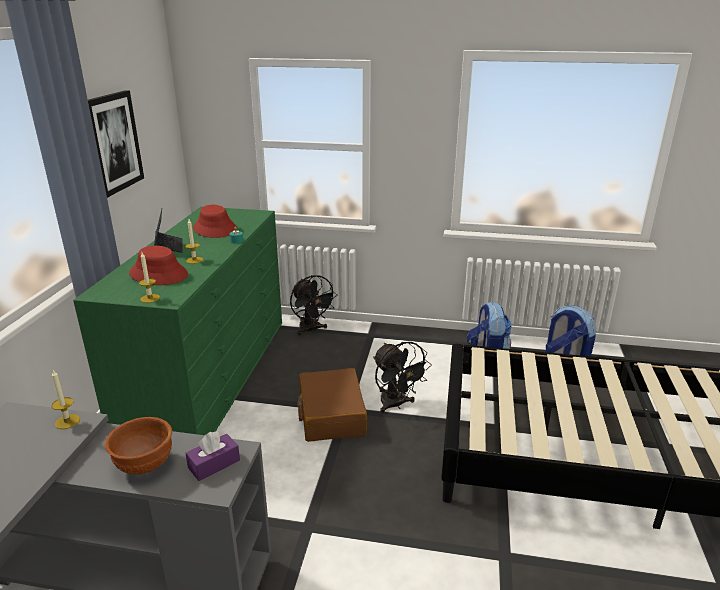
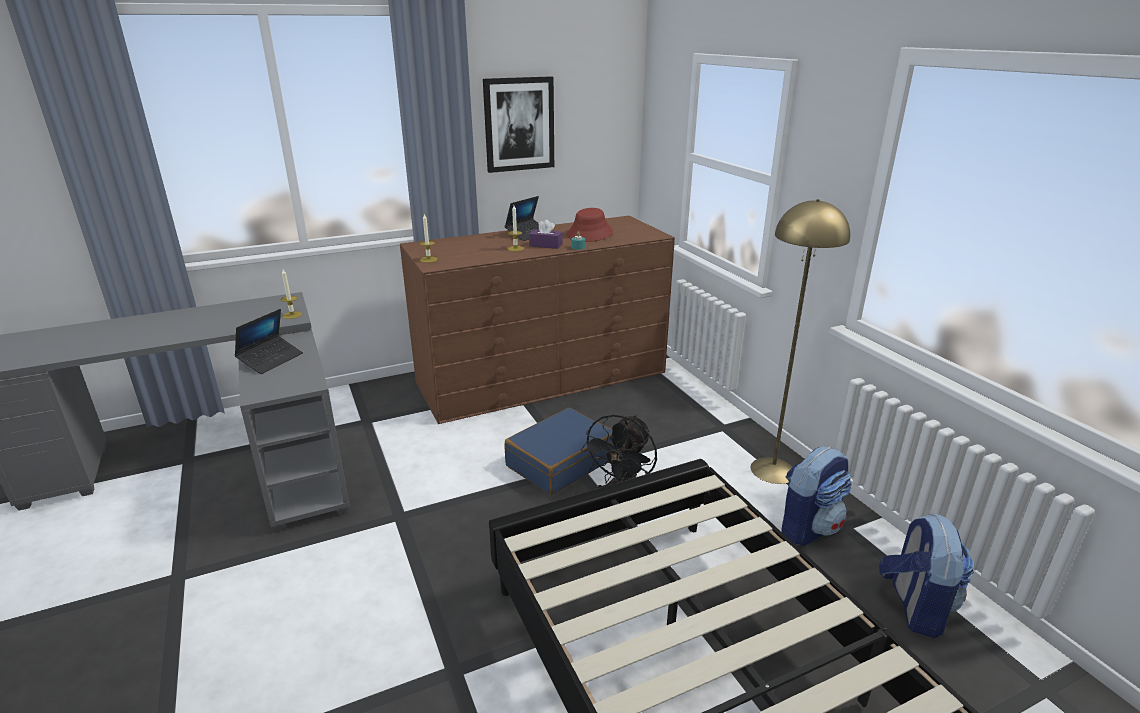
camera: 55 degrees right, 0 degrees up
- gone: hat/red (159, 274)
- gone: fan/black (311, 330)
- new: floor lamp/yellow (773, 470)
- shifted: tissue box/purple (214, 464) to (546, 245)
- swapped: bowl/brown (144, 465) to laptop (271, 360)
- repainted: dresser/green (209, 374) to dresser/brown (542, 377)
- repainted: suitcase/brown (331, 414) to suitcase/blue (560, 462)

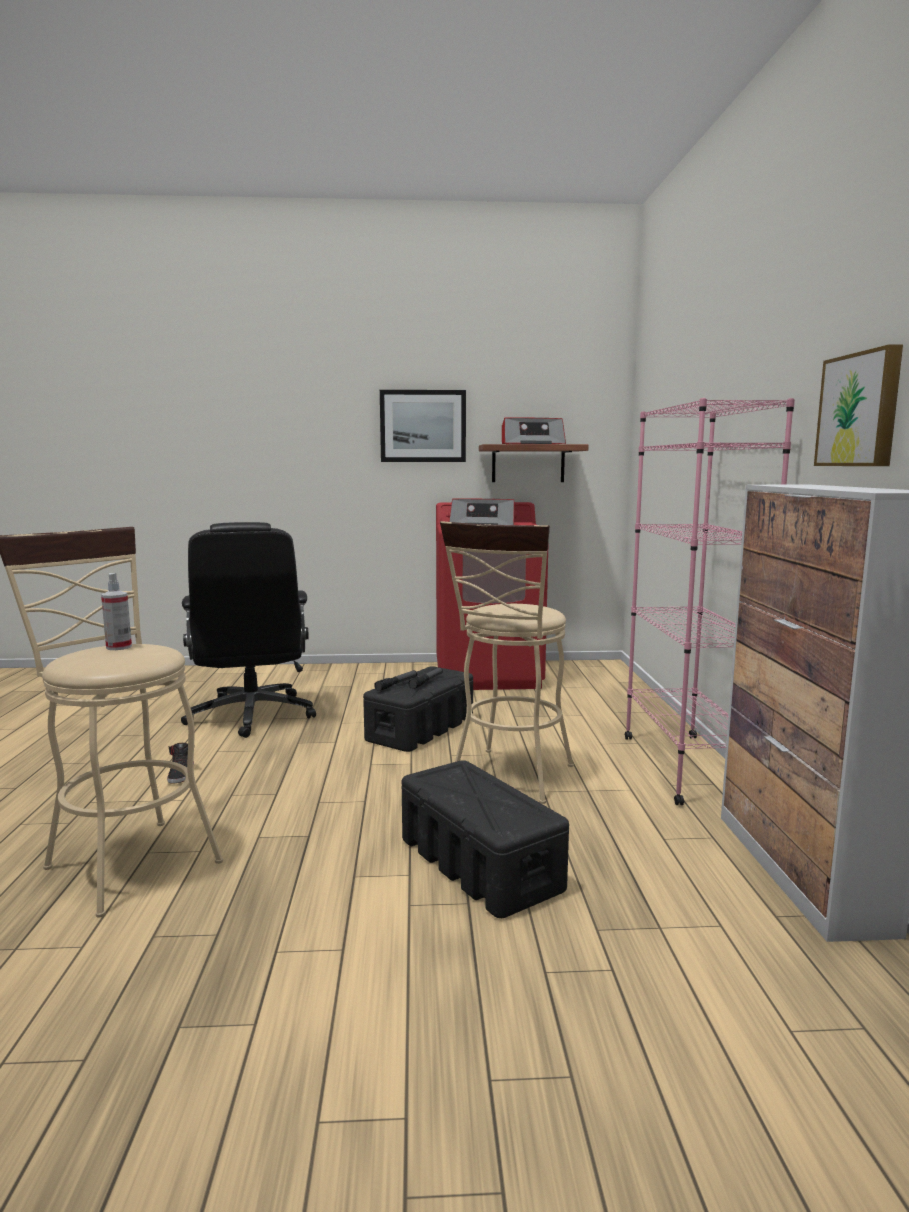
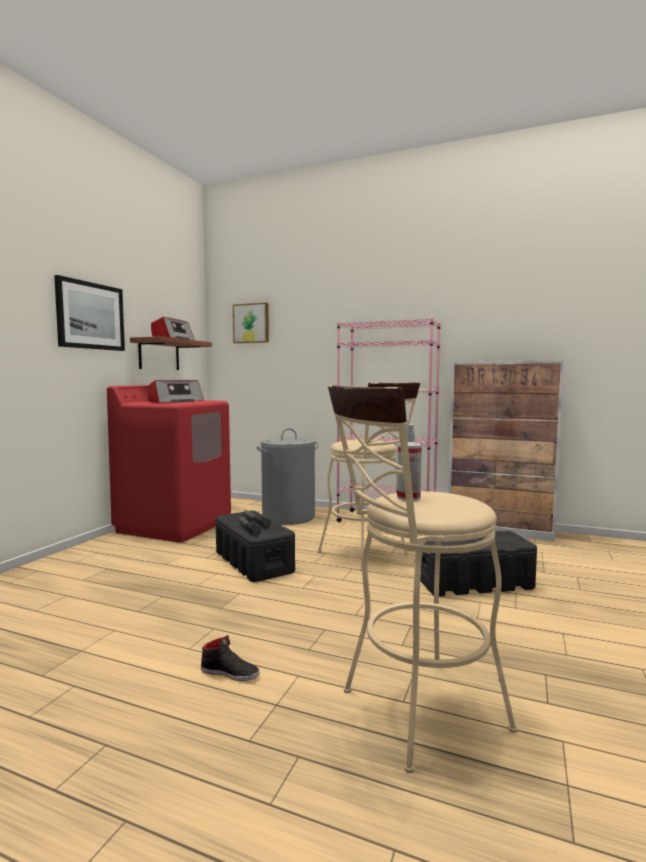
camera: 65 degrees left, 5 degrees down
- gone: office chair/black (252, 716)
- new: laundry basket/grey (288, 517)
- shifted: picture (861, 410) to (251, 323)

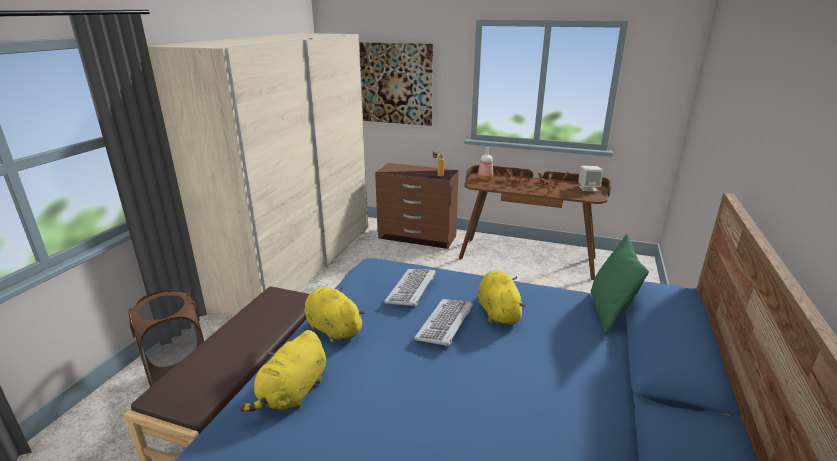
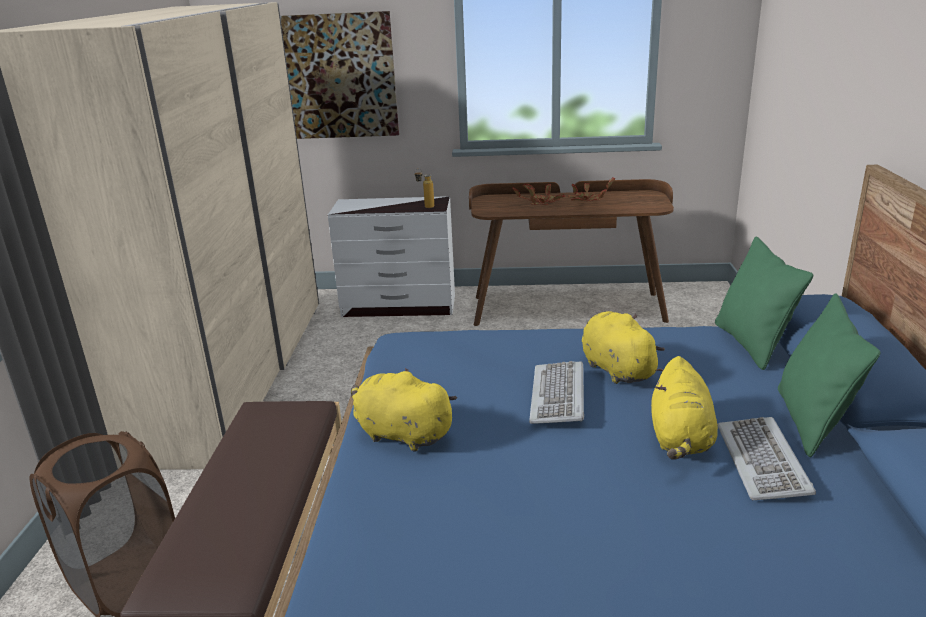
camera: 15 degrees left, 0 degrees up
- gone: bottle (484, 178)
- gone: speaker/beige (588, 188)
- new: pillow/green (812, 422)
- shifted: plush toy/yellow (292, 393) to (680, 439)
- shifted: keyboard (411, 289) to (763, 462)
- repainted: dresser/brown (417, 237) to dresser/white (399, 306)

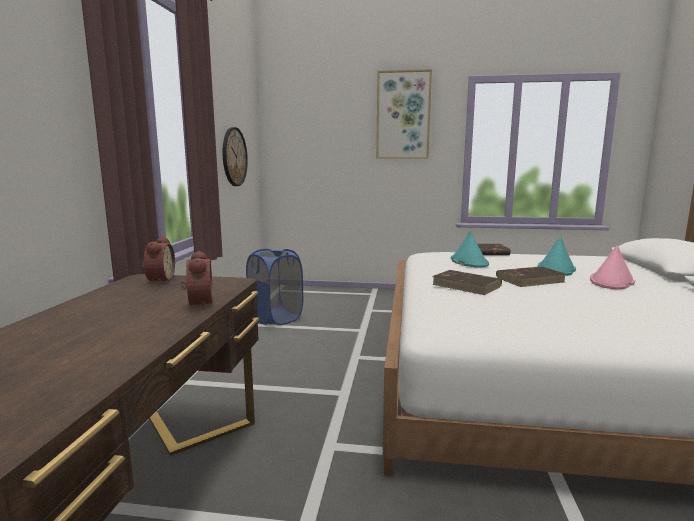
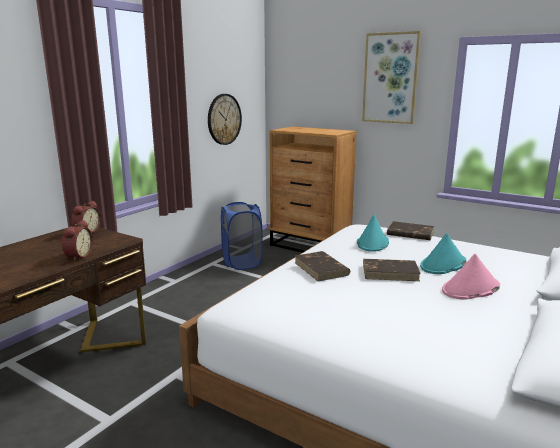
camera: 25 degrees right, 5 degrees up
- new: dresser/brown (310, 246)

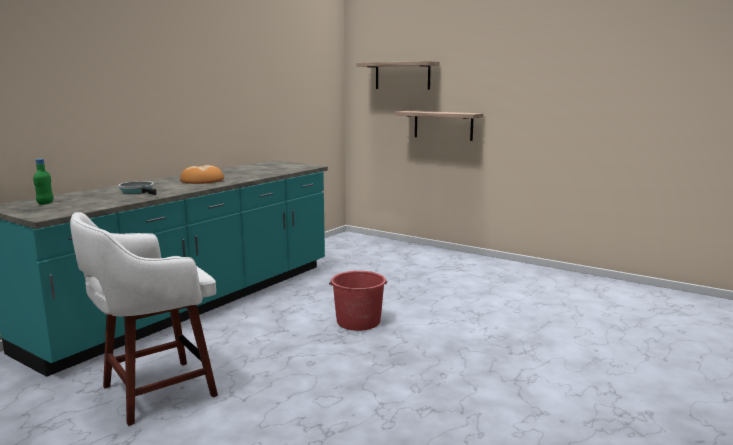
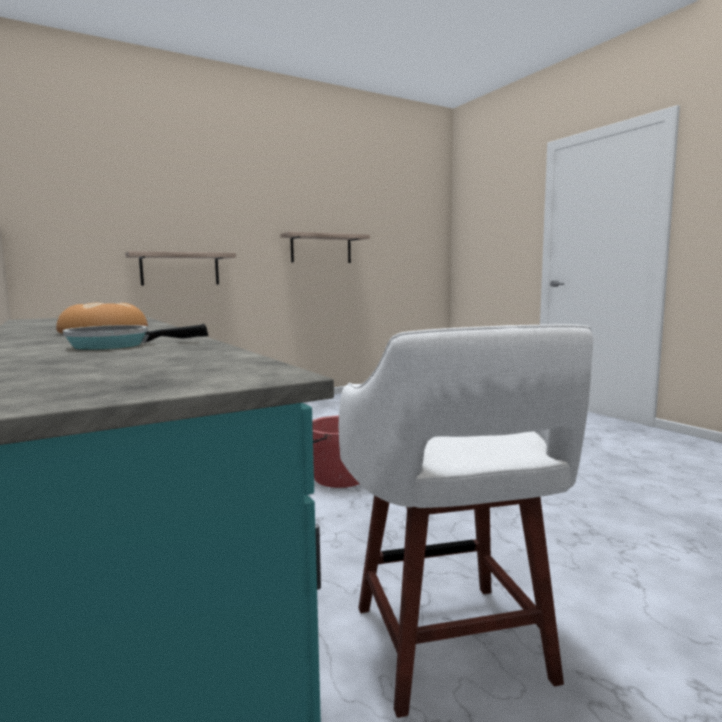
camera: 65 degrees left, 5 degrees down
- gone: bottle/green (45, 203)
- shifted: shelf (402, 75) to (321, 249)

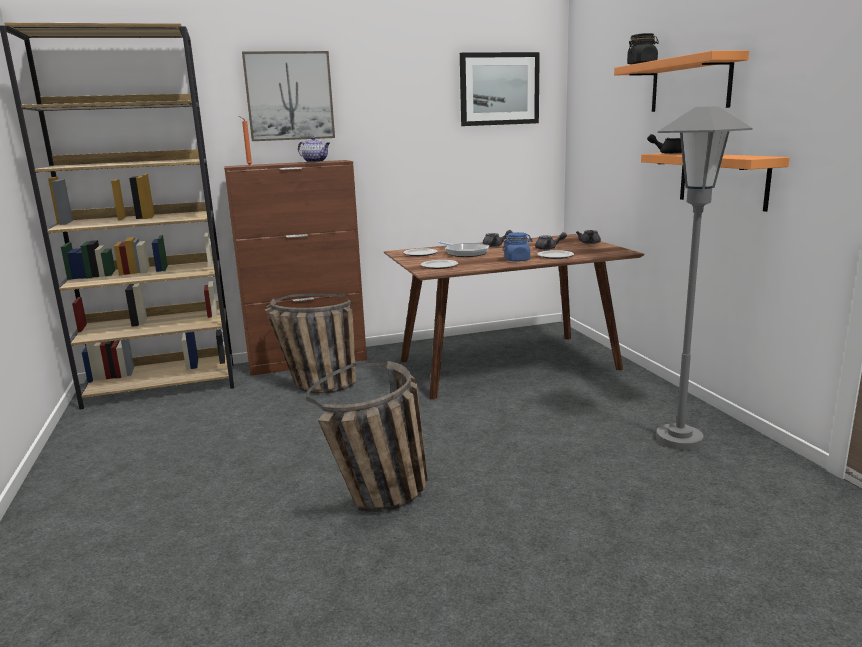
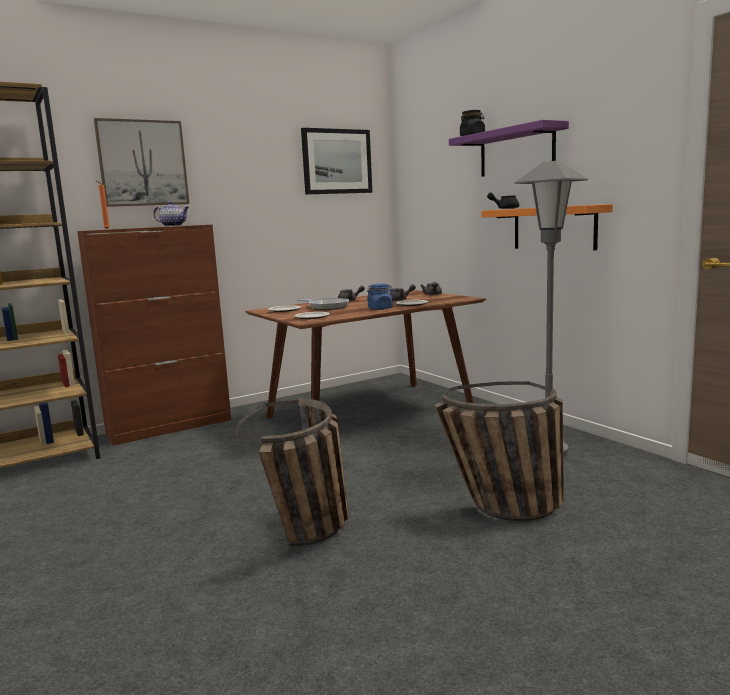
camera: 15 degrees left, 5 degrees down
- shifted: basket (311, 385) to (501, 510)
- repainted: shelf/orange (690, 84) to shelf/purple (516, 151)

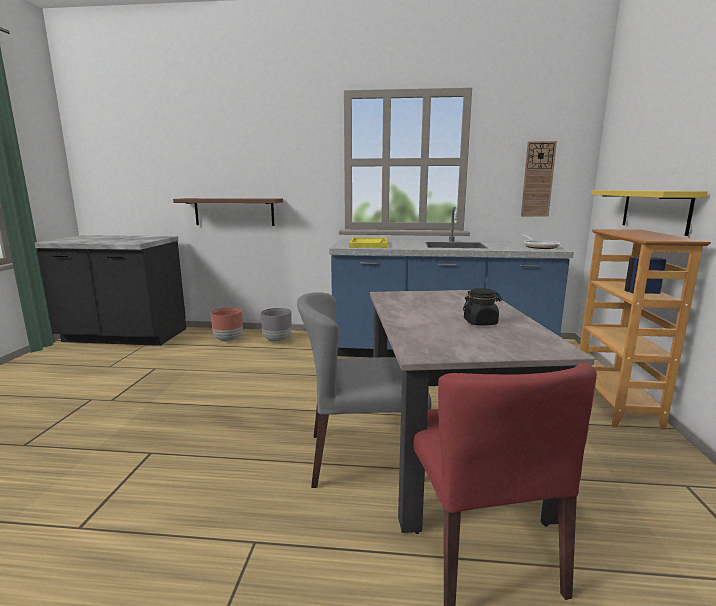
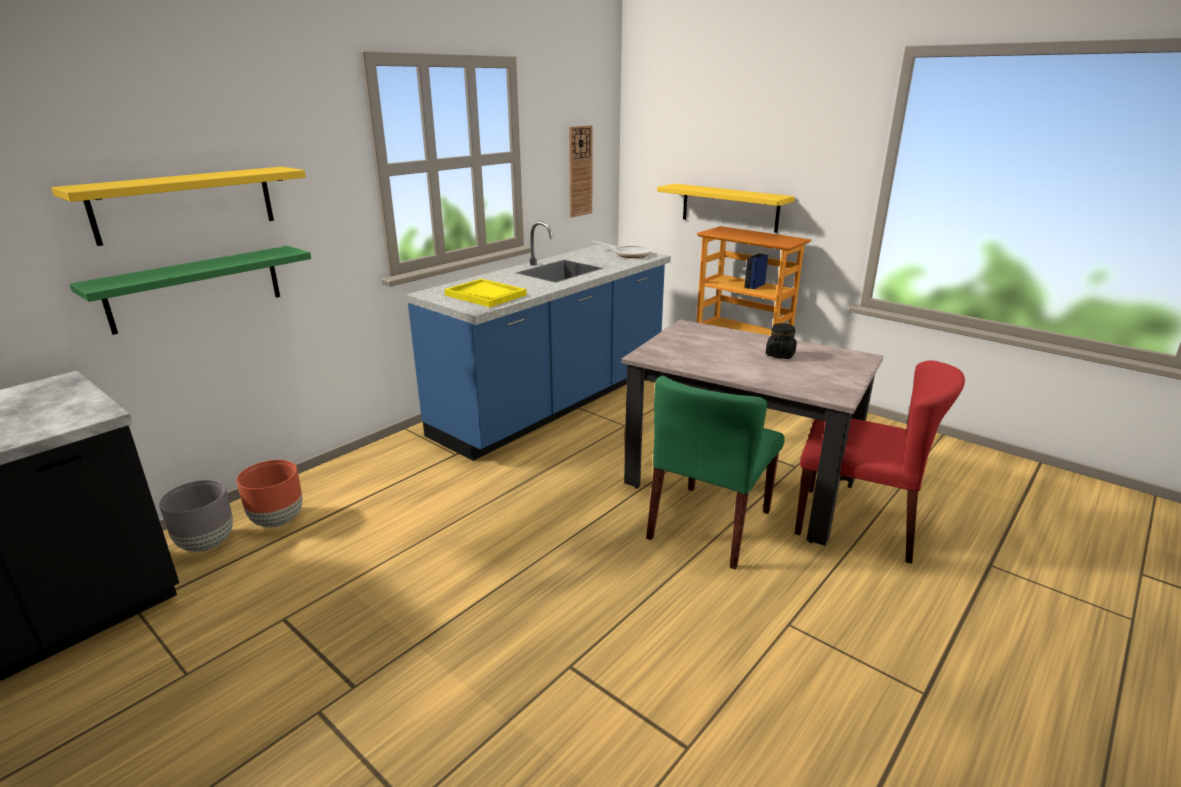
camera: 55 degrees left, 10 degrees up
- new: shelf/yellow (185, 204)
- shifted: planter/grey (277, 340) to (206, 543)
- repainted: shelf/brown (234, 212) to shelf/green (196, 288)
- repainted: chair/grey (362, 457) to chair/green (709, 525)

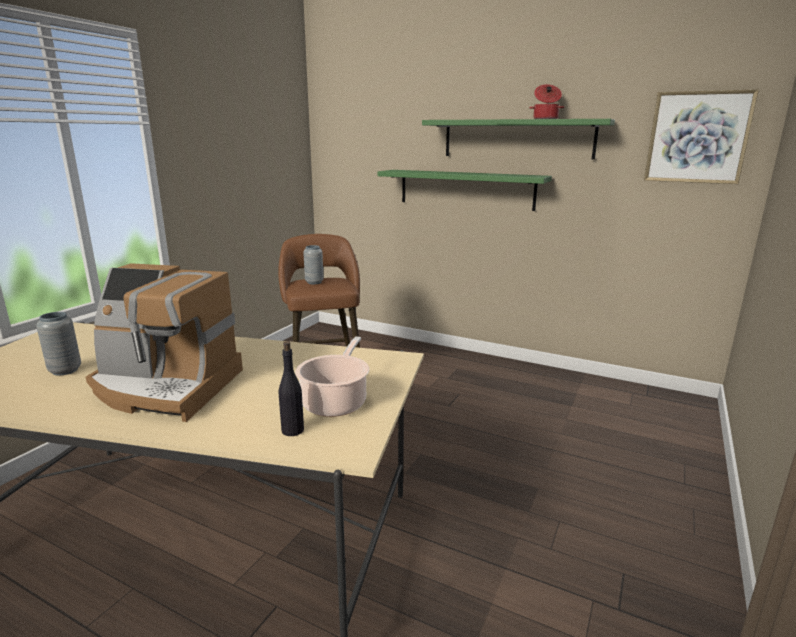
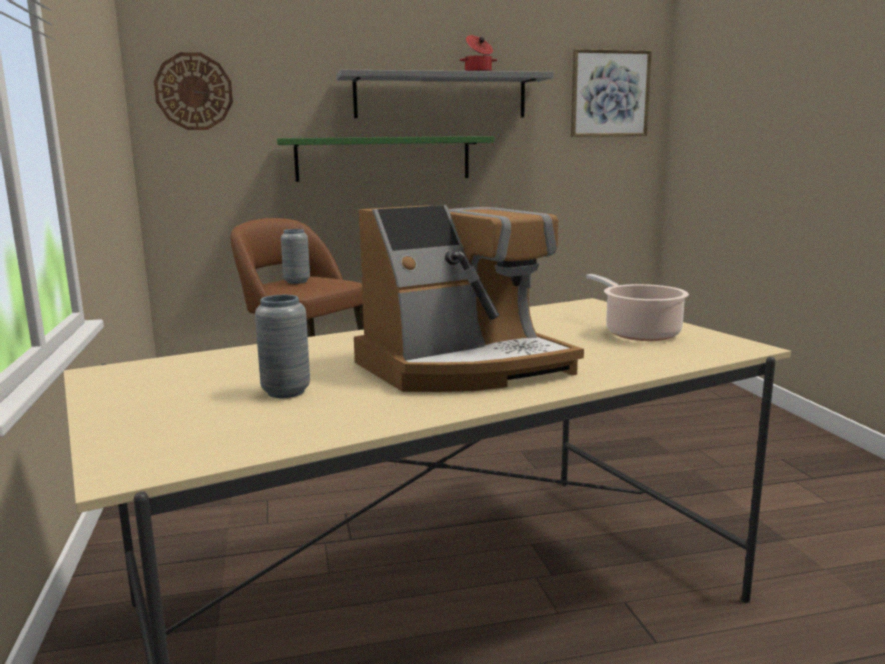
camera: 40 degrees left, 5 degrees down
- gone: bottle/black (293, 430)
- new: wall clock (194, 91)
- repainted: shelf/green (517, 139) to shelf/grey (440, 96)

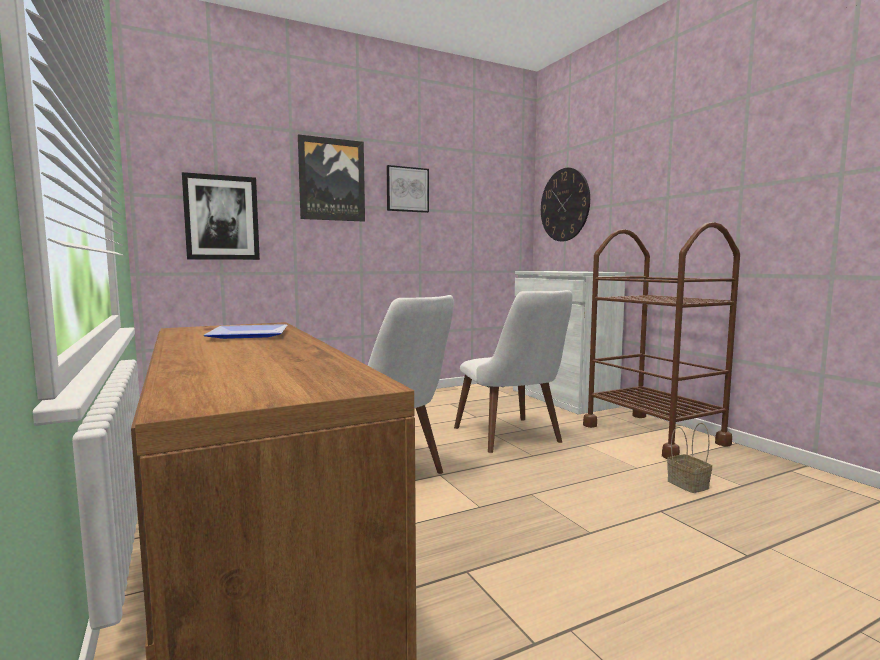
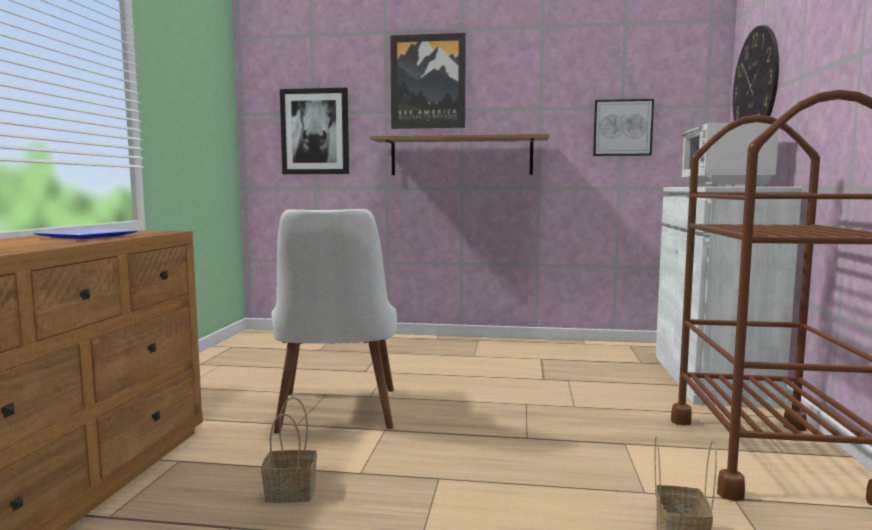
camera: 35 degrees right, 0 degrees up
- gone: chair/white (514, 438)
- new: basket (292, 492)
- new: shelf (461, 156)
- new: microwave/white (723, 186)
- shifted: picture (407, 189) to (622, 128)

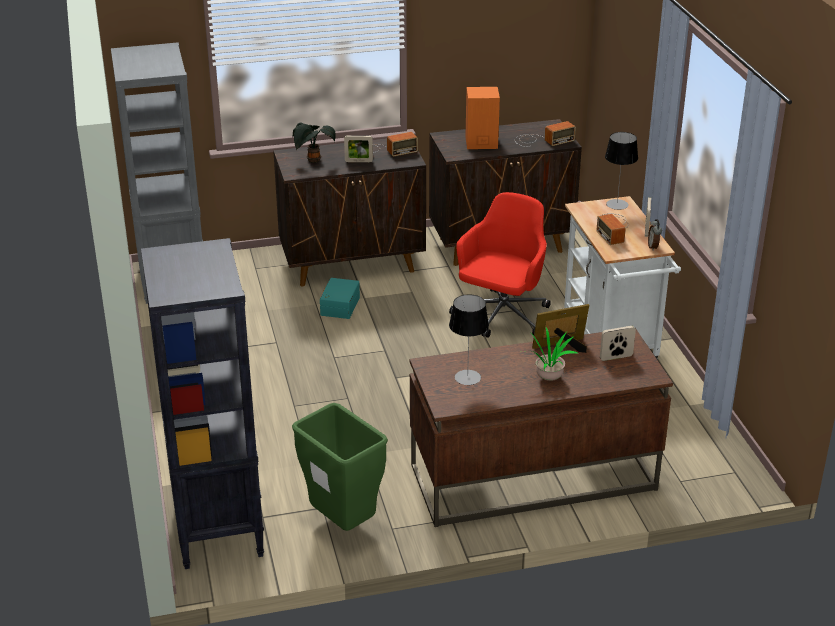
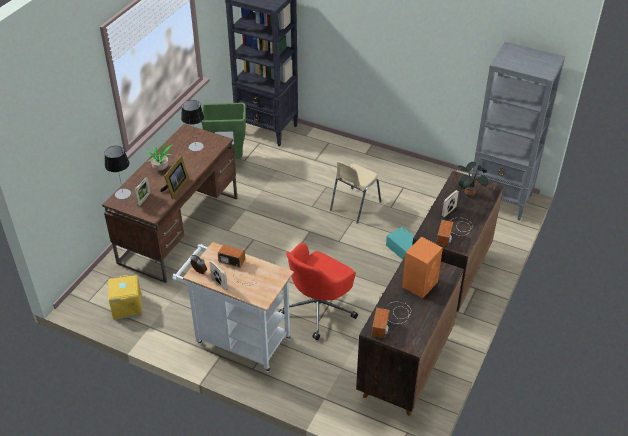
camera: 130 degrees right, 10 degrees up
- new: storage box/yellow (126, 306)
- new: chair/beige (354, 206)
- shifted: table lamp (617, 204) to (123, 194)
- rotated: office chair/red (501, 317) = (318, 309) 60 degrees clockwise

